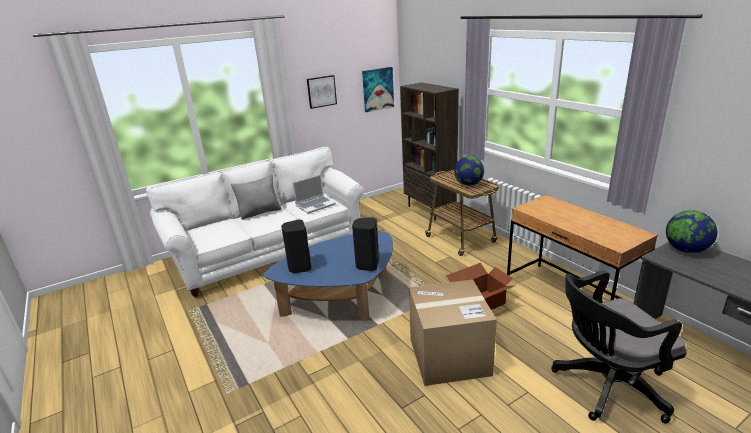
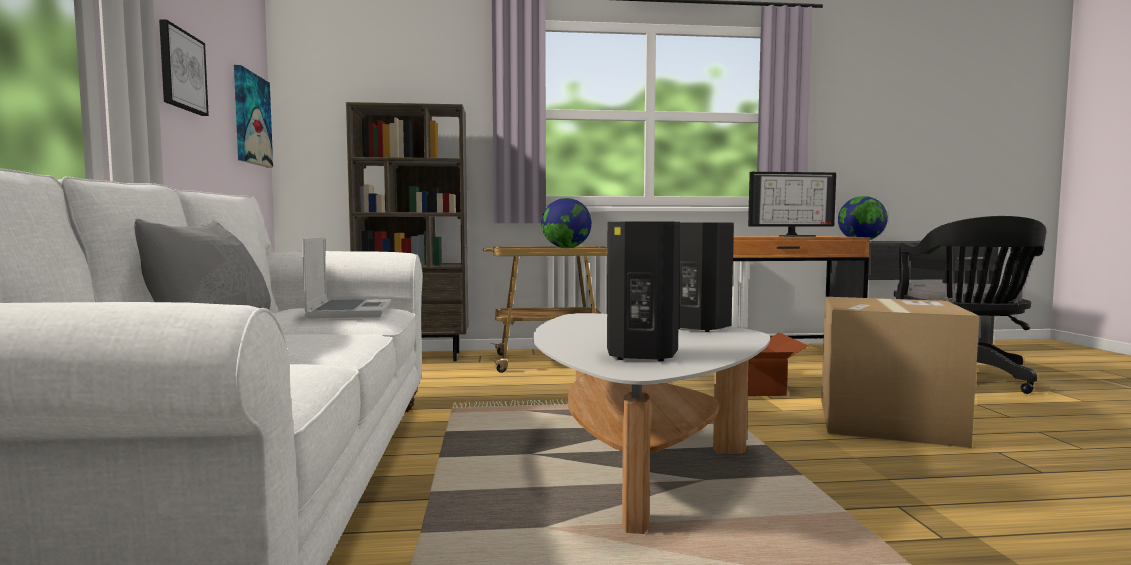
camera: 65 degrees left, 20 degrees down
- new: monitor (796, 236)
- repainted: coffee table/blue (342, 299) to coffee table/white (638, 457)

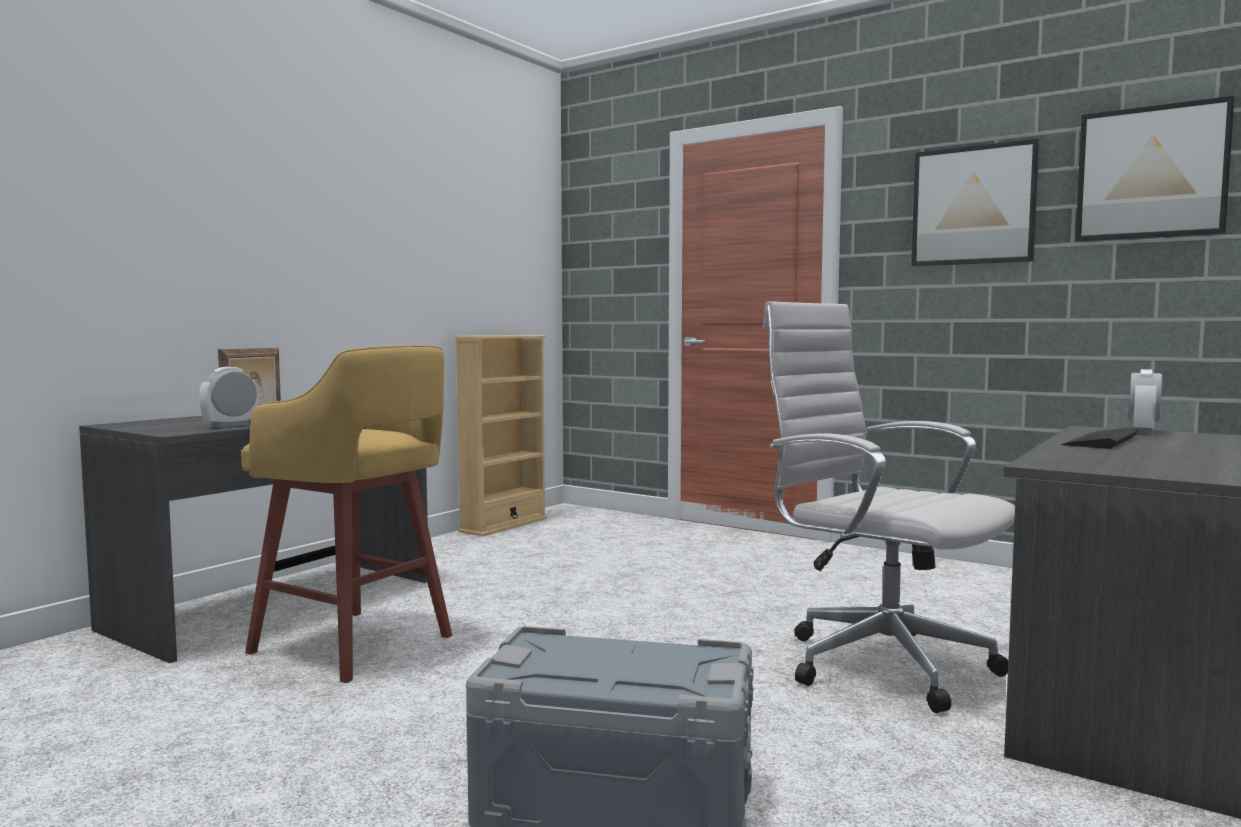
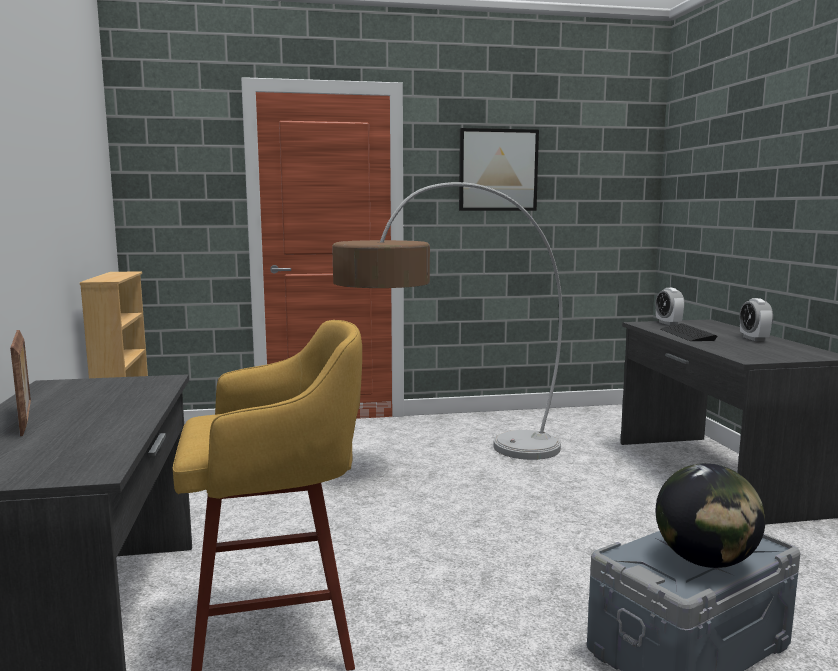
camera: 45 degrees left, 5 degrees up
- gone: office chair/white (878, 663)
- gone: picture (1151, 172)
- new: floor lamp (446, 462)
- new: globe (705, 561)
- shifted: alarm clock (231, 425) to (753, 339)

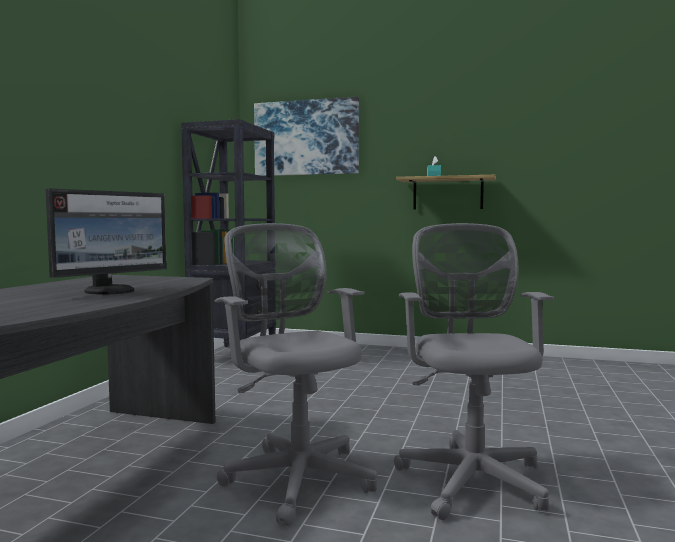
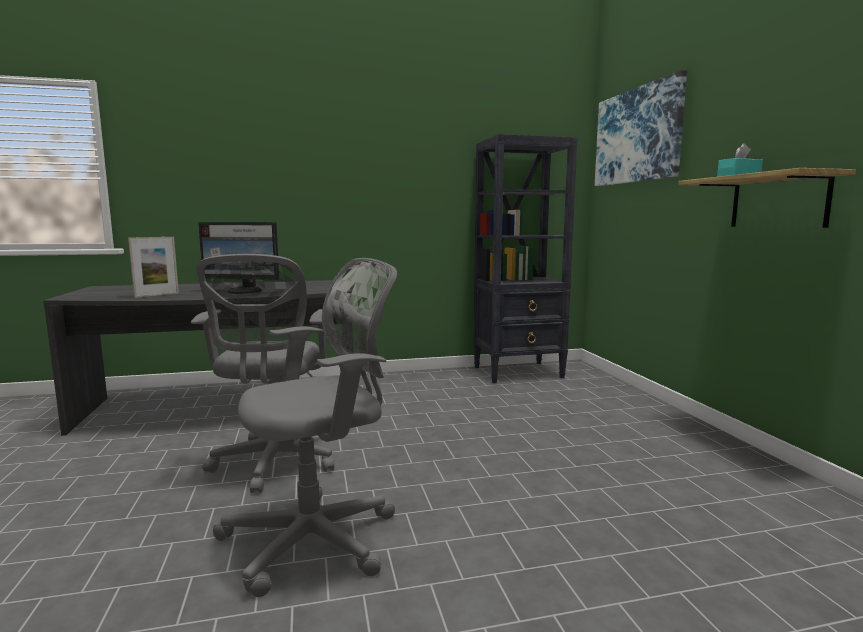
camera: 60 degrees right, 5 degrees up
- new: picture frame (157, 295)
- rotated: office chair/grey (296, 476) = (274, 463) 150 degrees clockwise

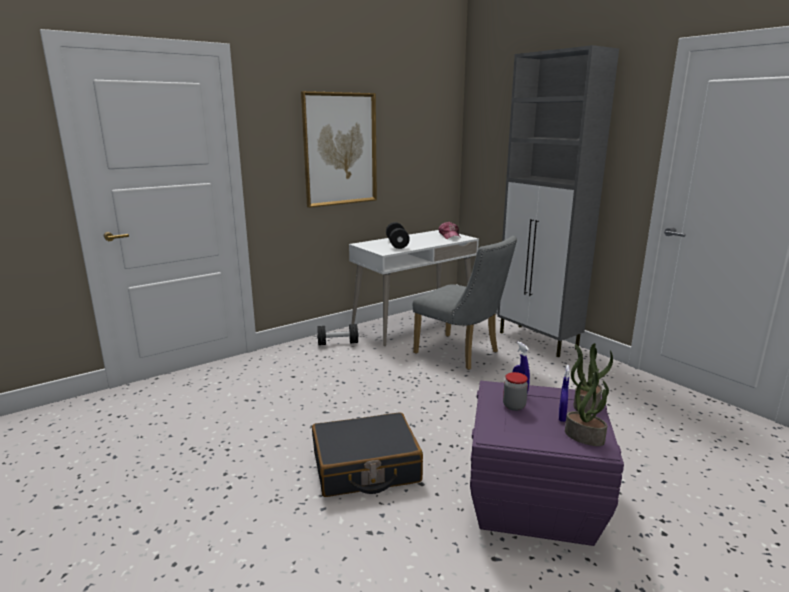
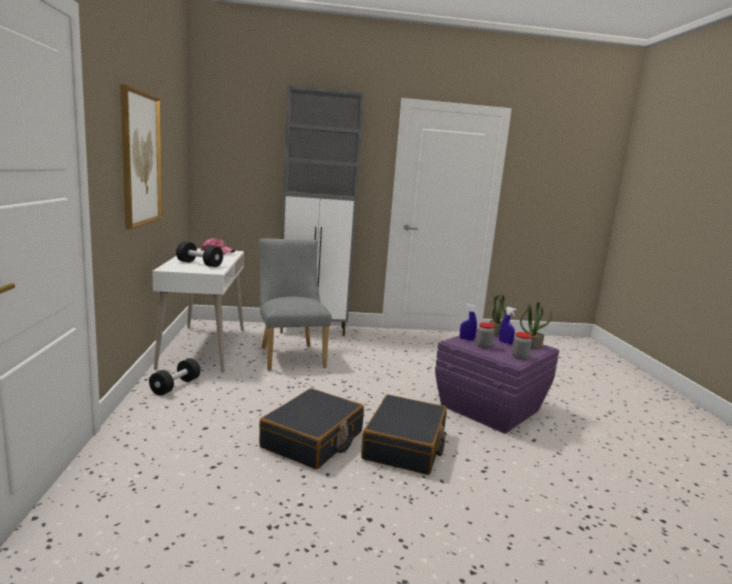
camera: 60 degrees left, 5 degrees down
- new: suitcase/black (313, 440)
- new: jar (519, 357)
- rotated: chair/grey (462, 354) = (290, 355) 90 degrees counterclockwise

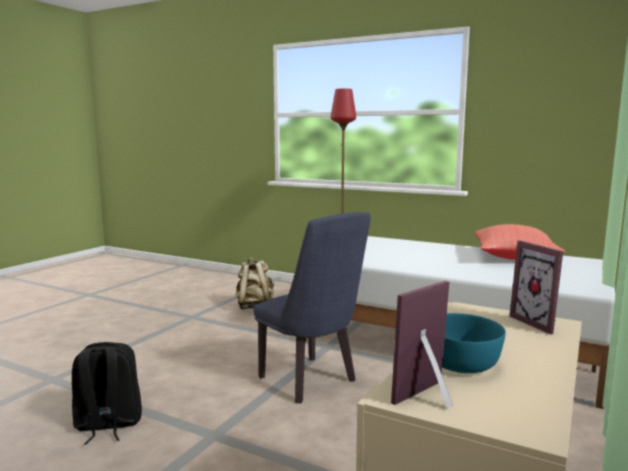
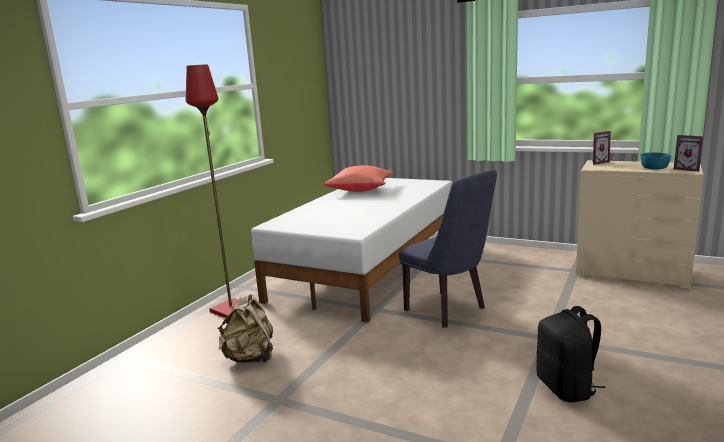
camera: 90 degrees left, 5 degrees up
- rotated: chair/blue (312, 382) = (449, 311) 90 degrees clockwise

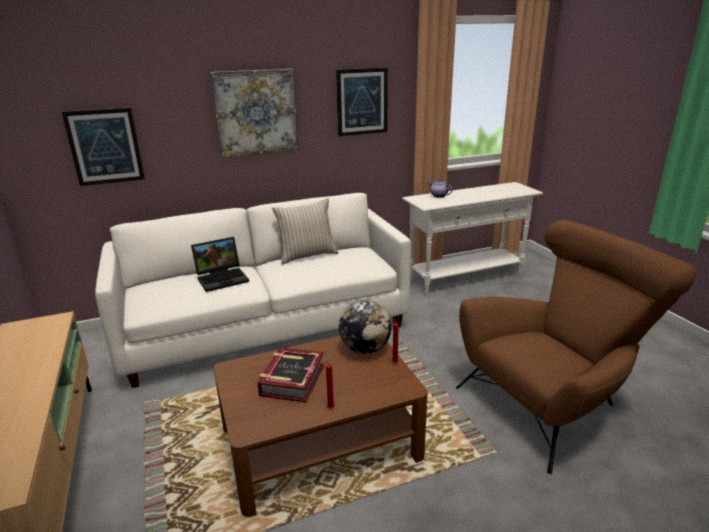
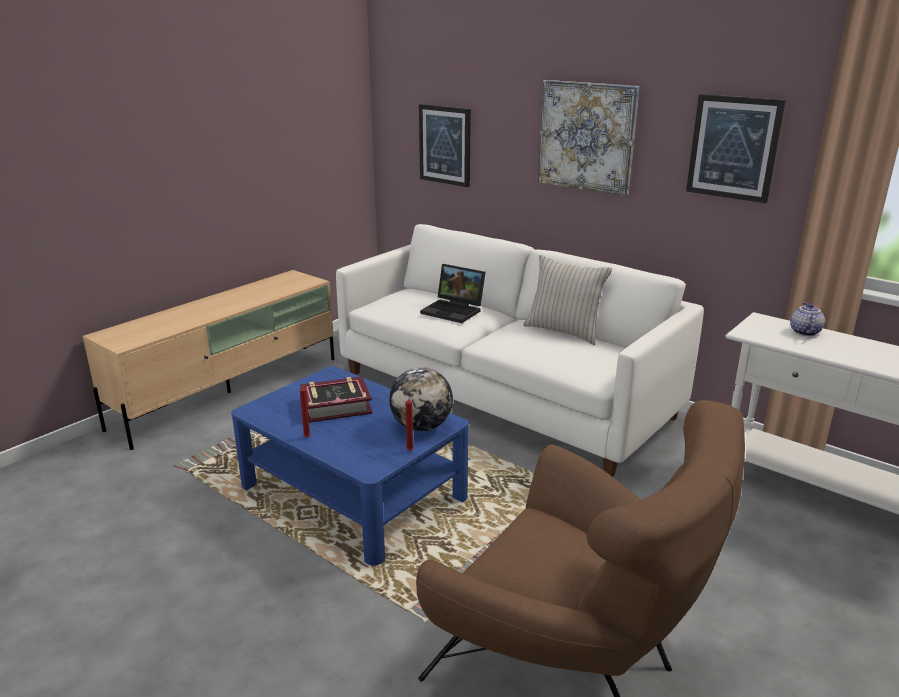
camera: 60 degrees right, 0 degrees up
- repainted: coffee table/brown (320, 442) to coffee table/blue (353, 491)

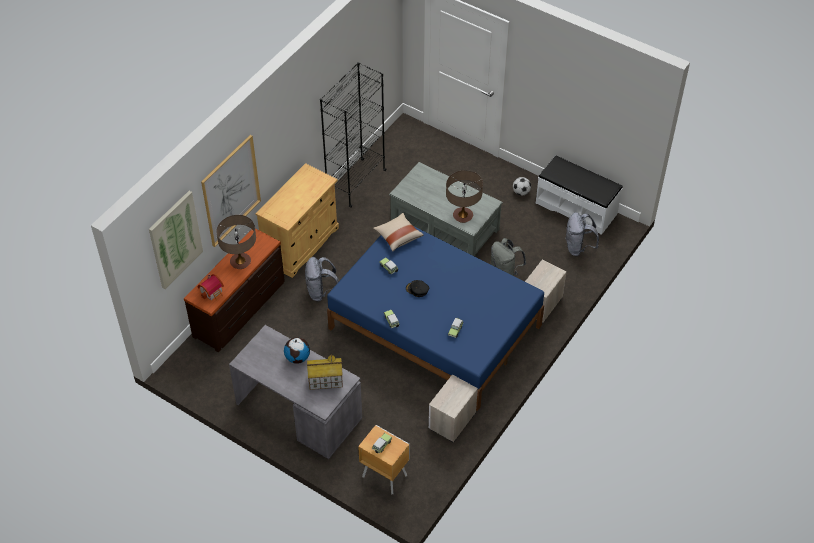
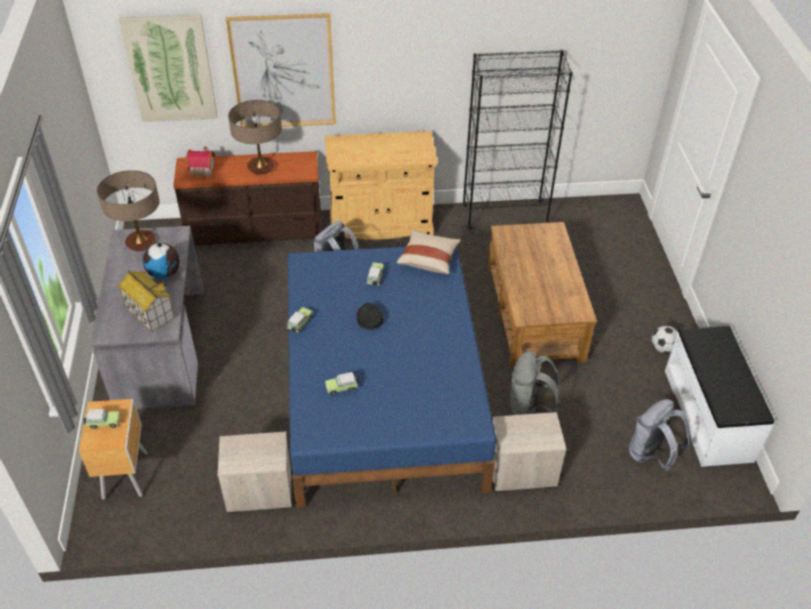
camera: 50 degrees right, 5 degrees down
- shifted: table lamp (463, 216) to (140, 242)
- repainted: coffee table/grey (444, 224) to coffee table/brown (535, 312)

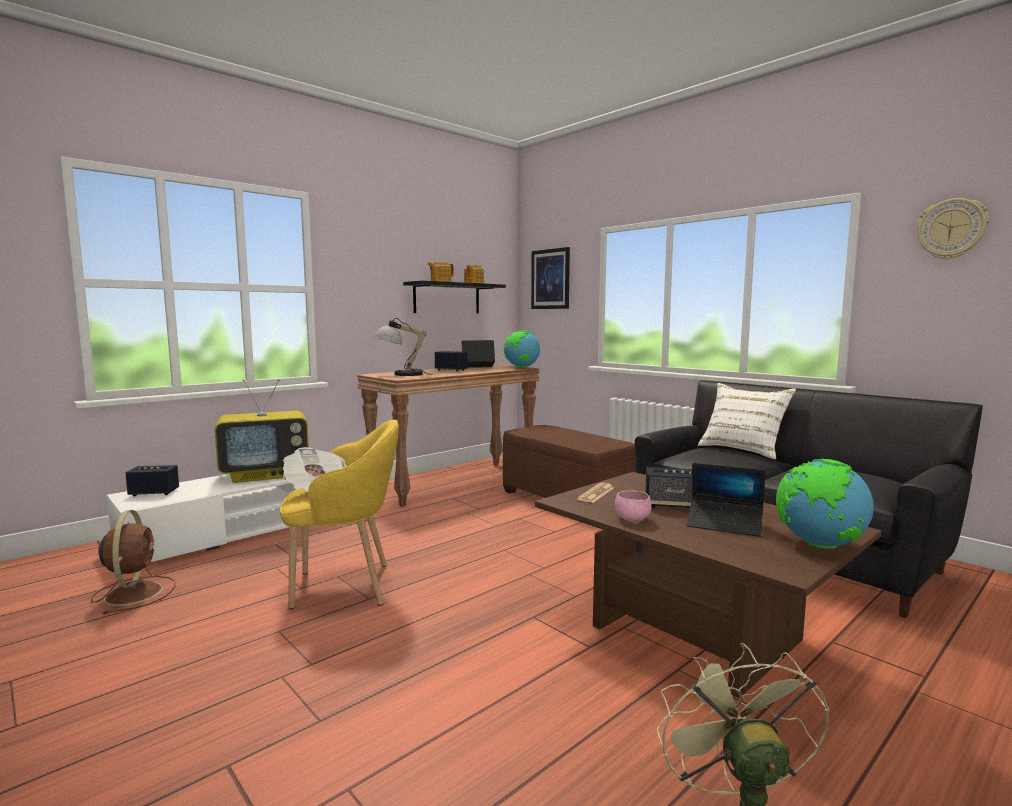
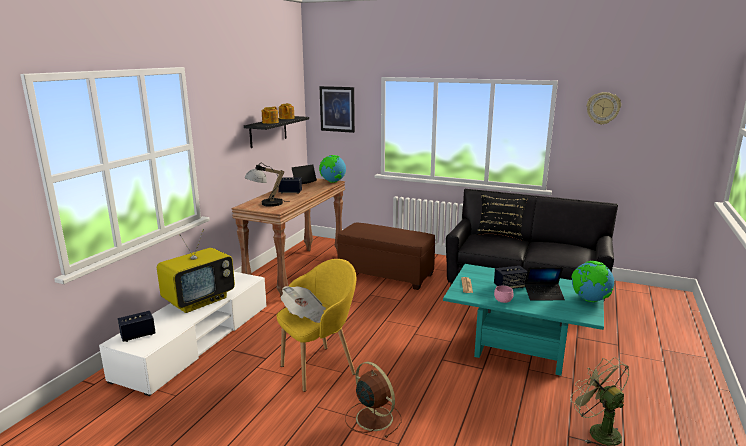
camera: 25 degrees left, 10 degrees up
- shifted: fan/brown (134, 593) to (373, 417)
- repainted: coffee table/brown (689, 634) to coffee table/turquoise (519, 349)
- repainted: pillow/white (743, 449) to pillow/black (500, 234)

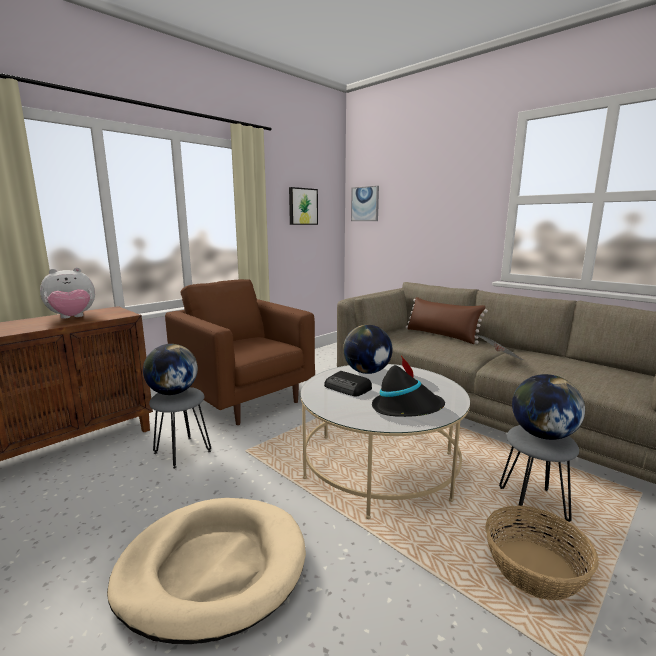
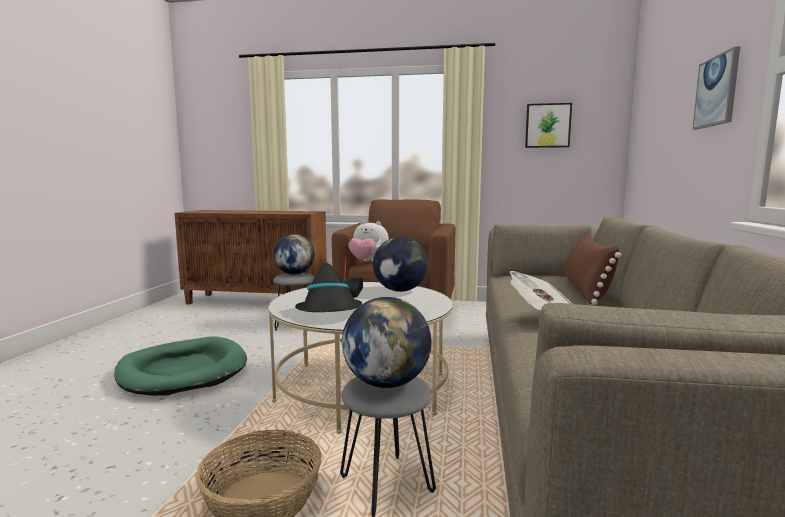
camera: 55 degrees right, 5 degrees down
- shifted: plush toy (72, 318) to (368, 262)
- shifted: picture (365, 204) to (717, 91)
- repainted: dog bed/beige (213, 568) to dog bed/green (183, 371)

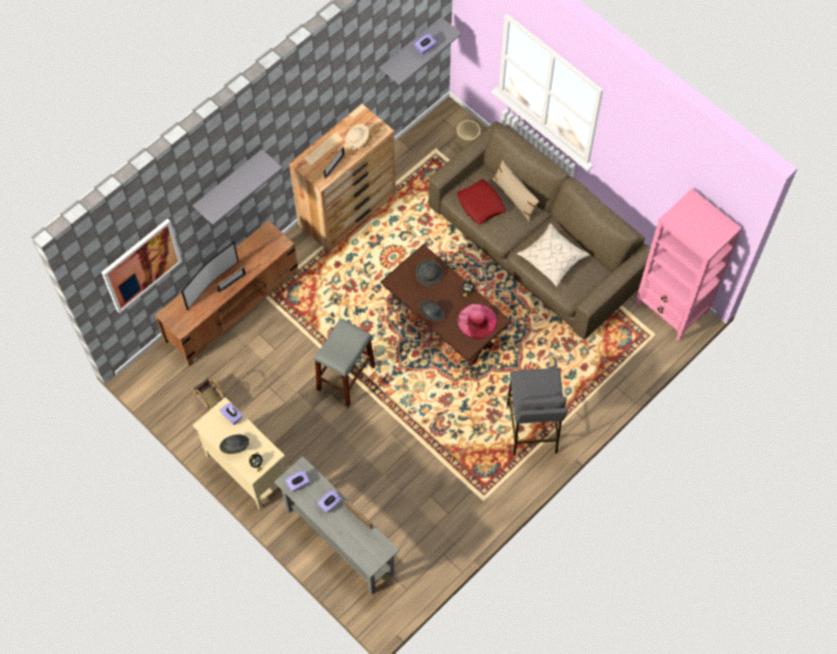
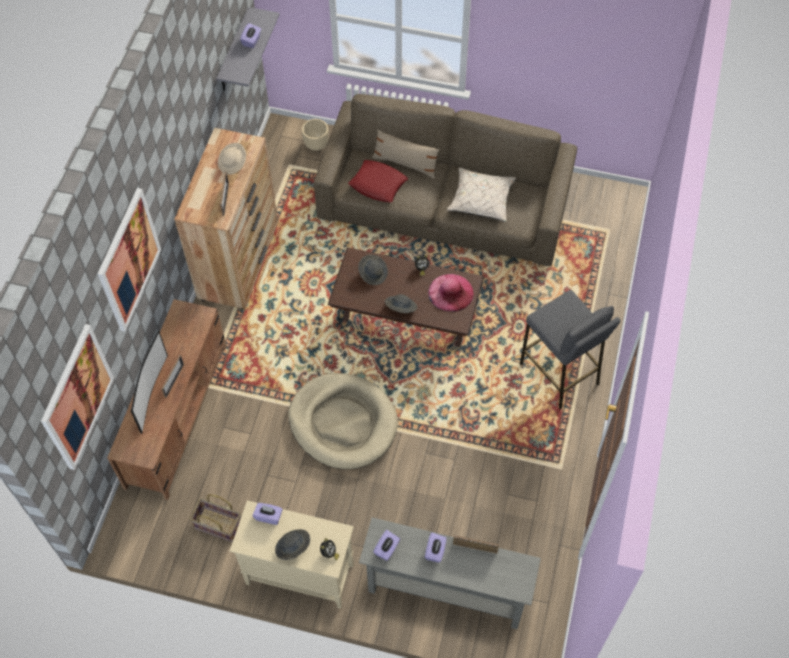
camera: 30 degrees left, 5 degrees down
- gone: bookcase/pink (671, 310)
- swapped: shelf/grey (228, 183) to picture (128, 260)
- swapped: stool/grey (346, 377) to dog bed/beige (343, 423)

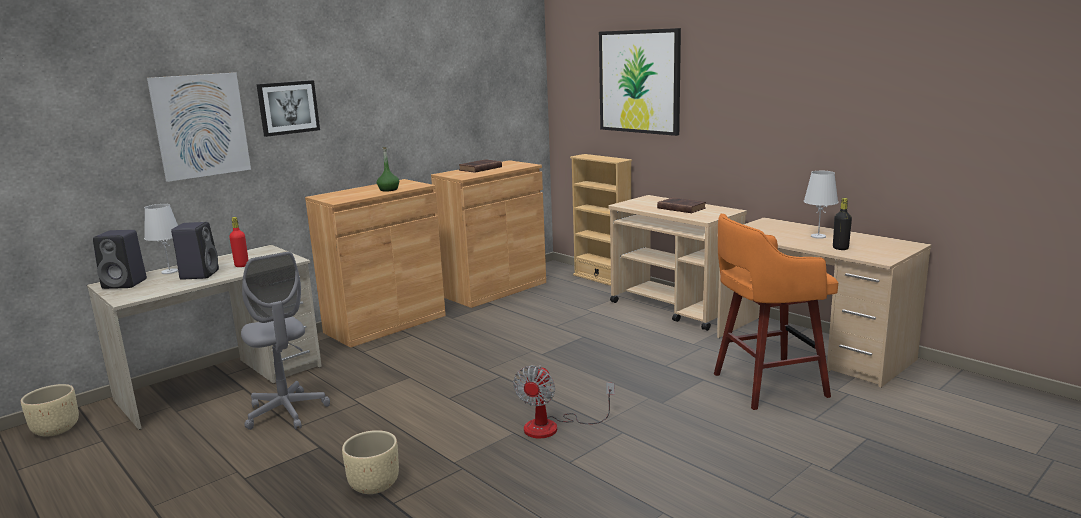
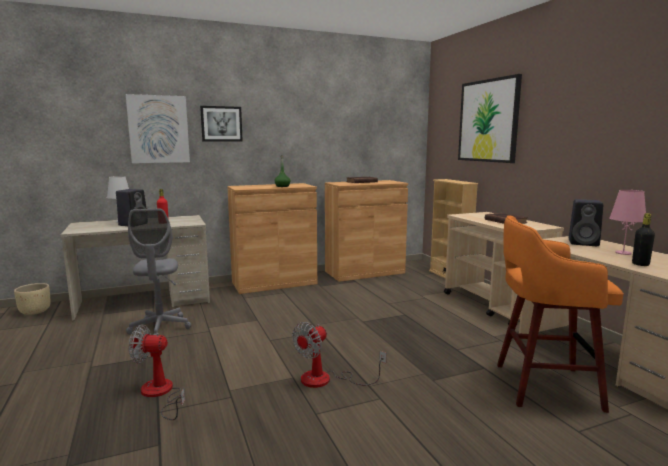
camera: 20 degrees right, 5 degrees down
- shifted: speaker/black (126, 284) to (584, 243)
- swapped: planter/beige (375, 485) to fan (160, 394)
- repainted: table lamp/white (818, 236) to table lamp/pink (623, 253)

